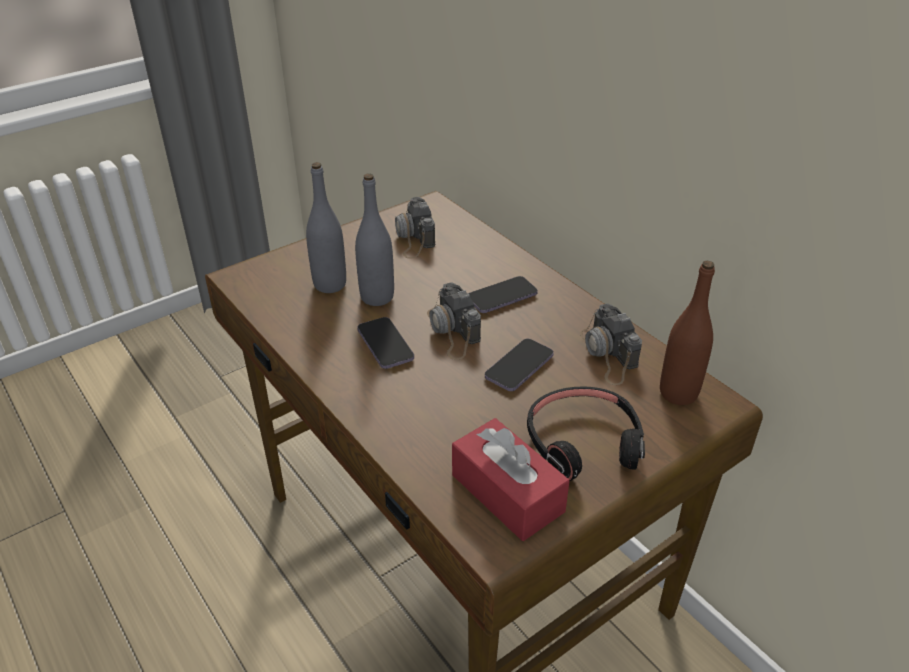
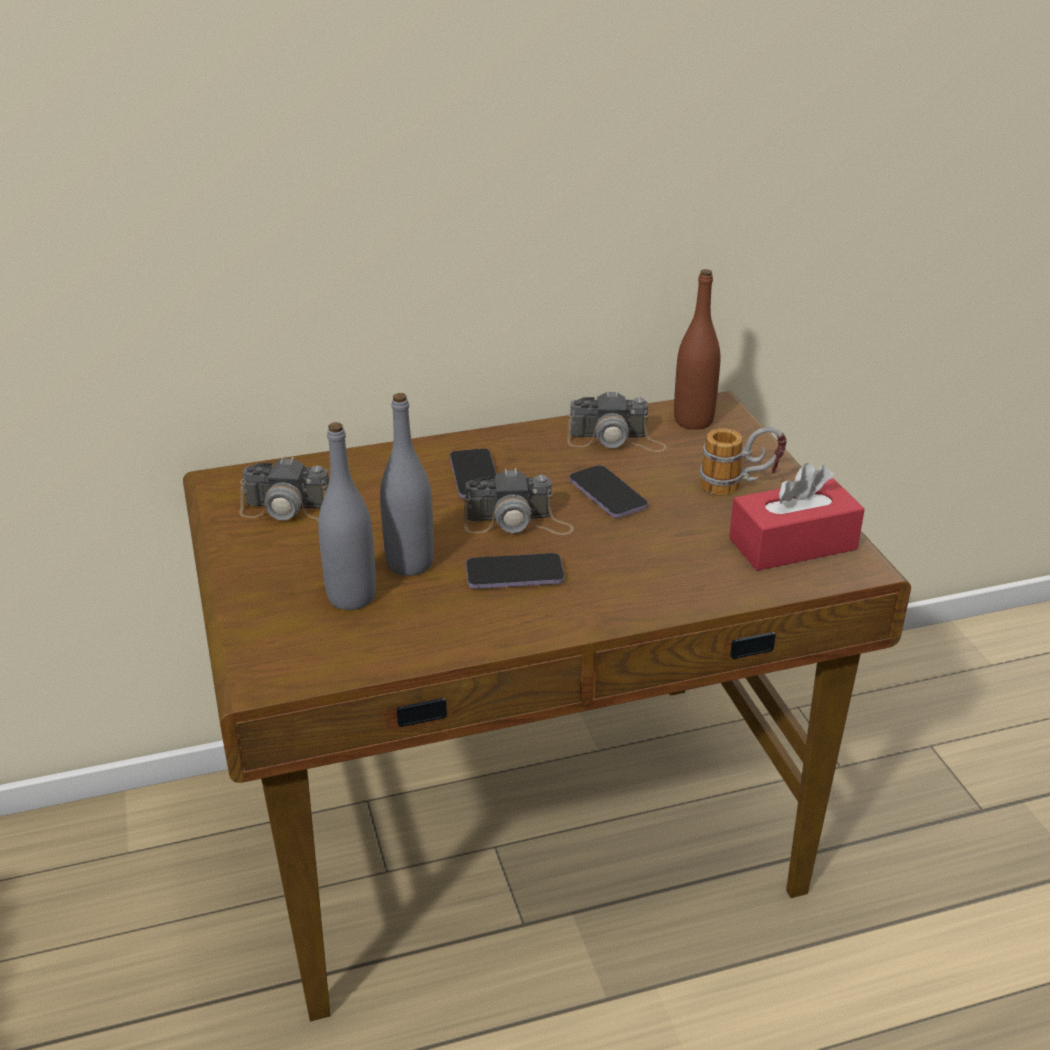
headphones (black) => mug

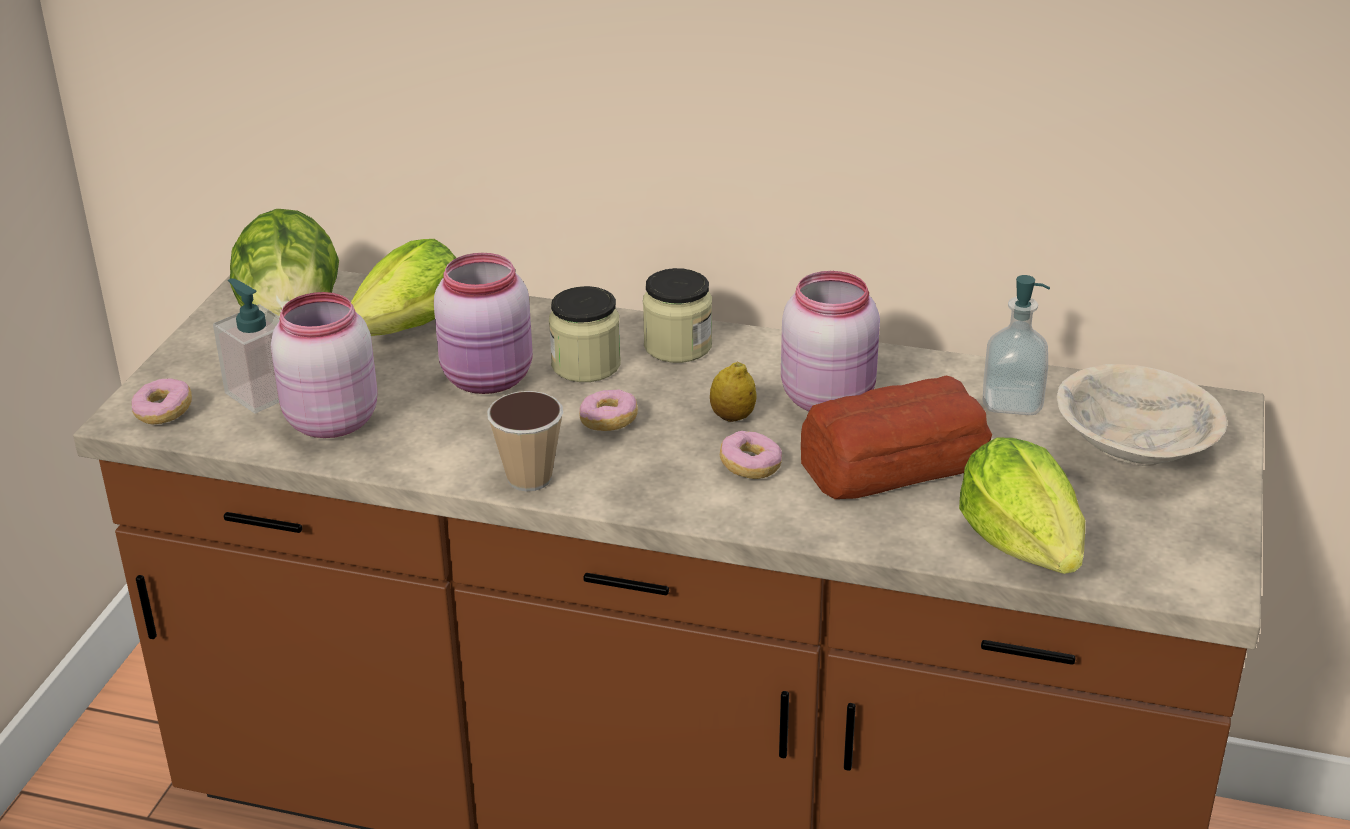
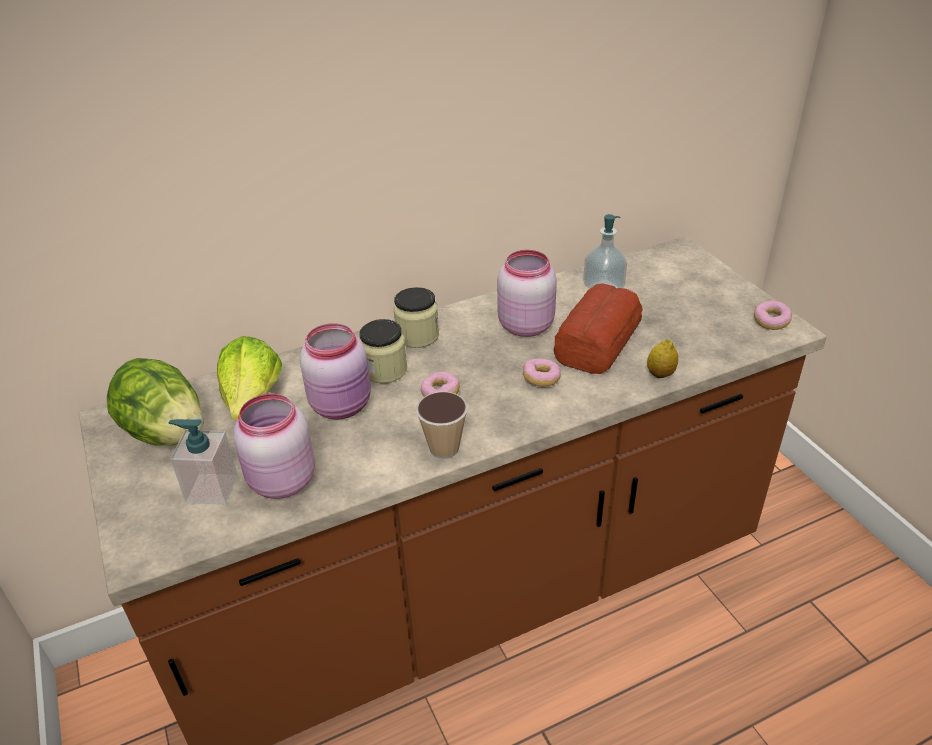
lemon, shifted
bowl (beige) => nothing
donut (no. 1 from left in the first image) => donut (no. 3 from left), shifted
lettuce (no. 3 from left) => nothing

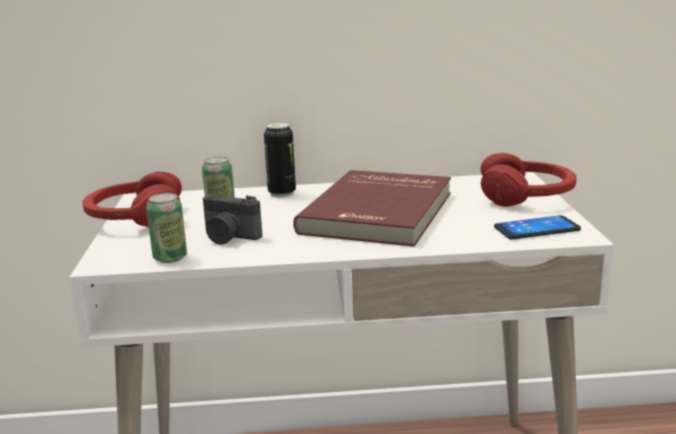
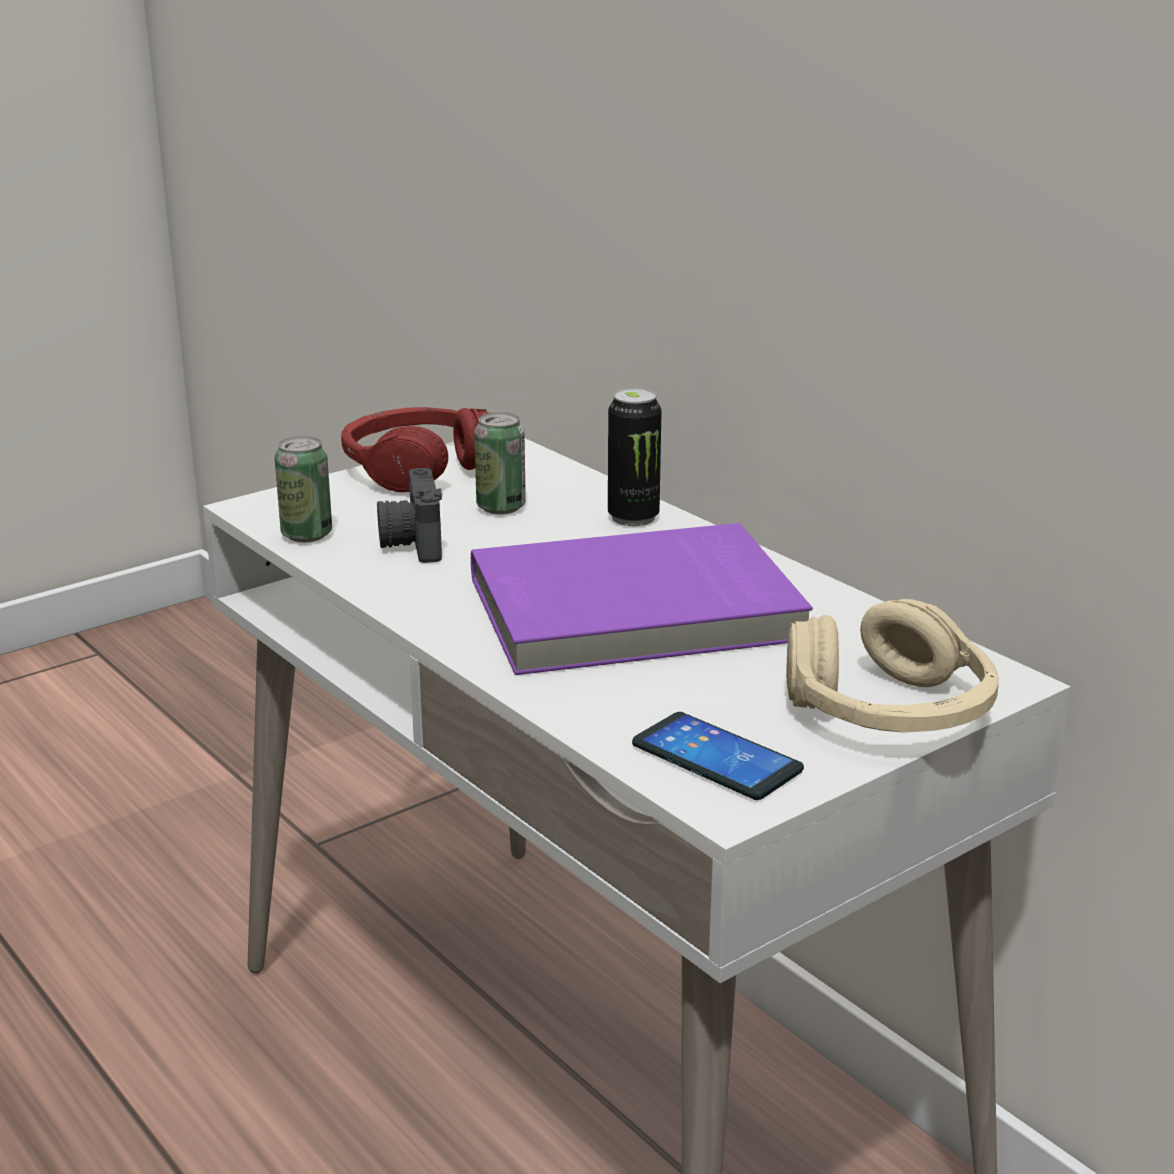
headphones (red) (no. 2 from left) => headphones (beige)
book (red) => book (purple)

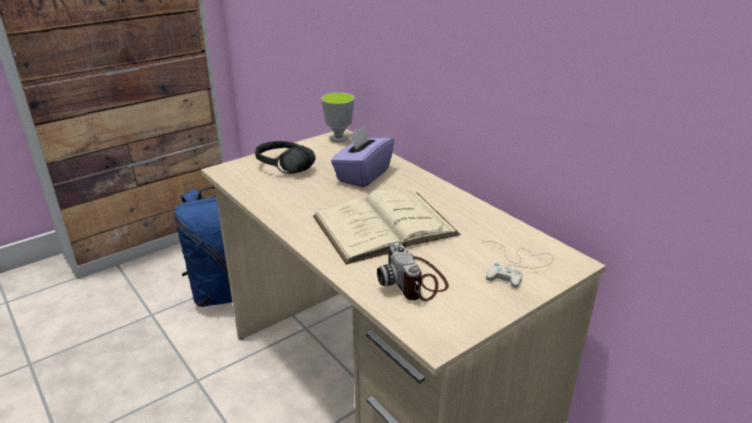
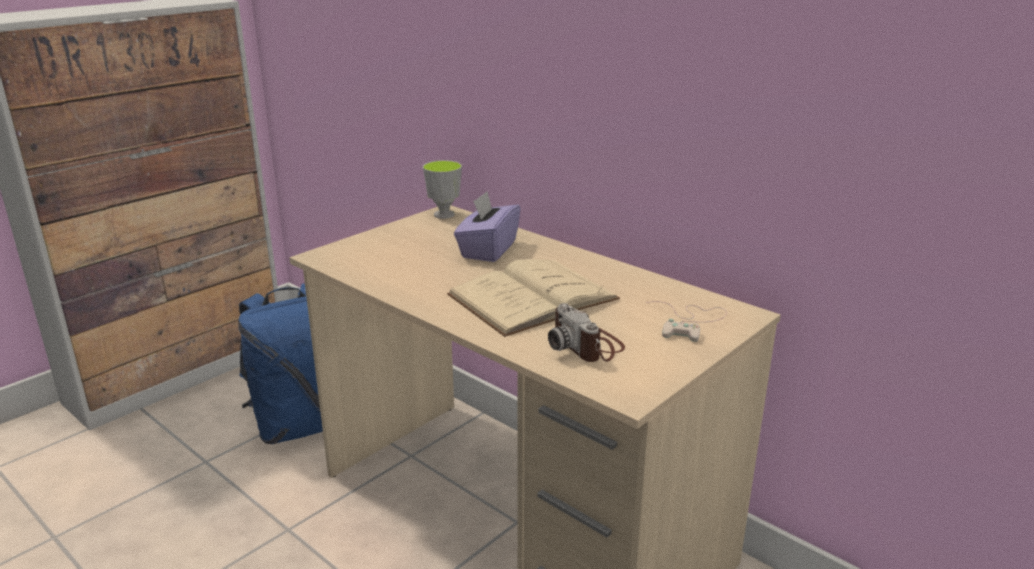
headphones (black) => nothing

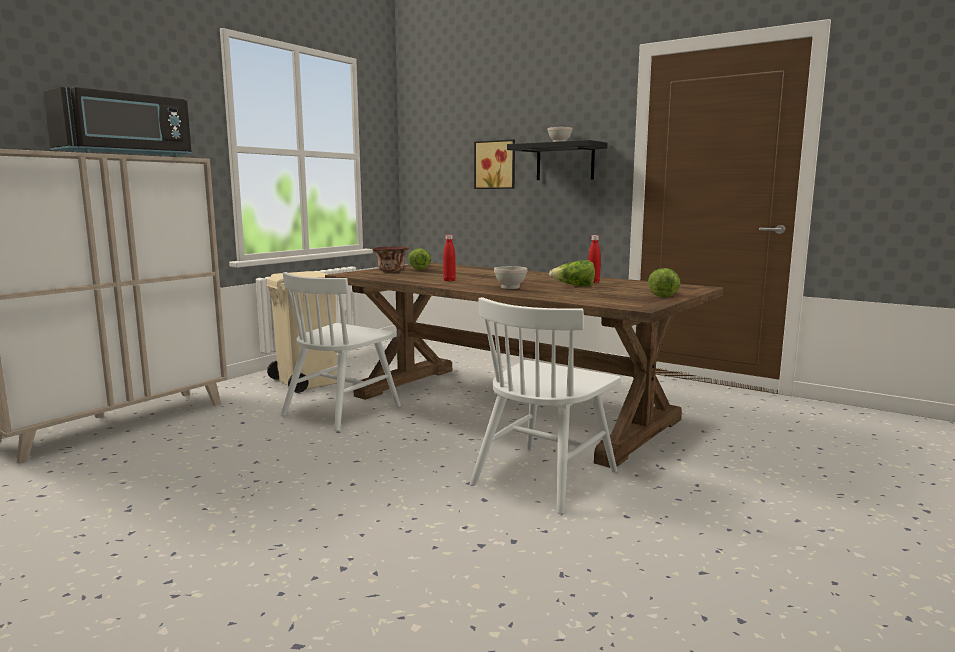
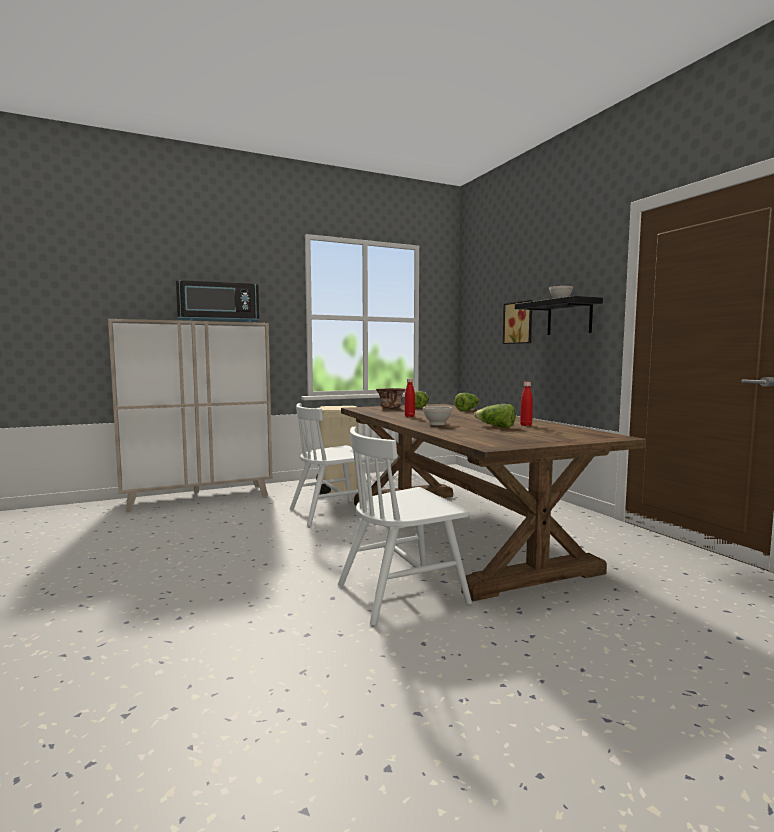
lettuce (no. 3 from left in the first image) => lettuce (no. 2 from left), shifted

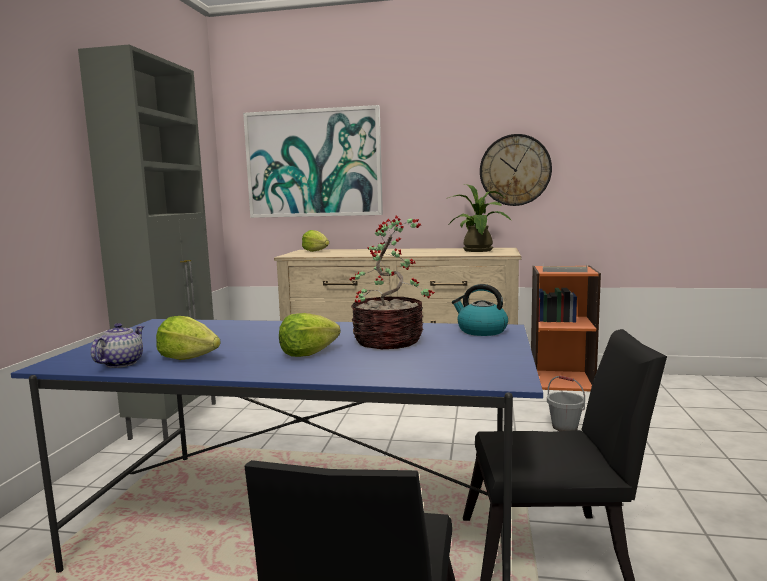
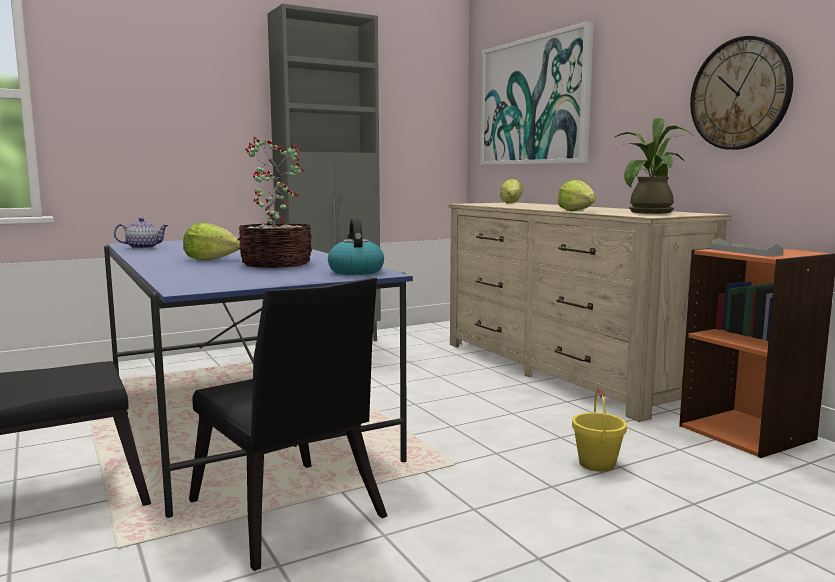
lettuce (no. 1 from left in the first image) => lettuce (no. 3 from left), shifted
bucket (grey) => bucket (yellow)

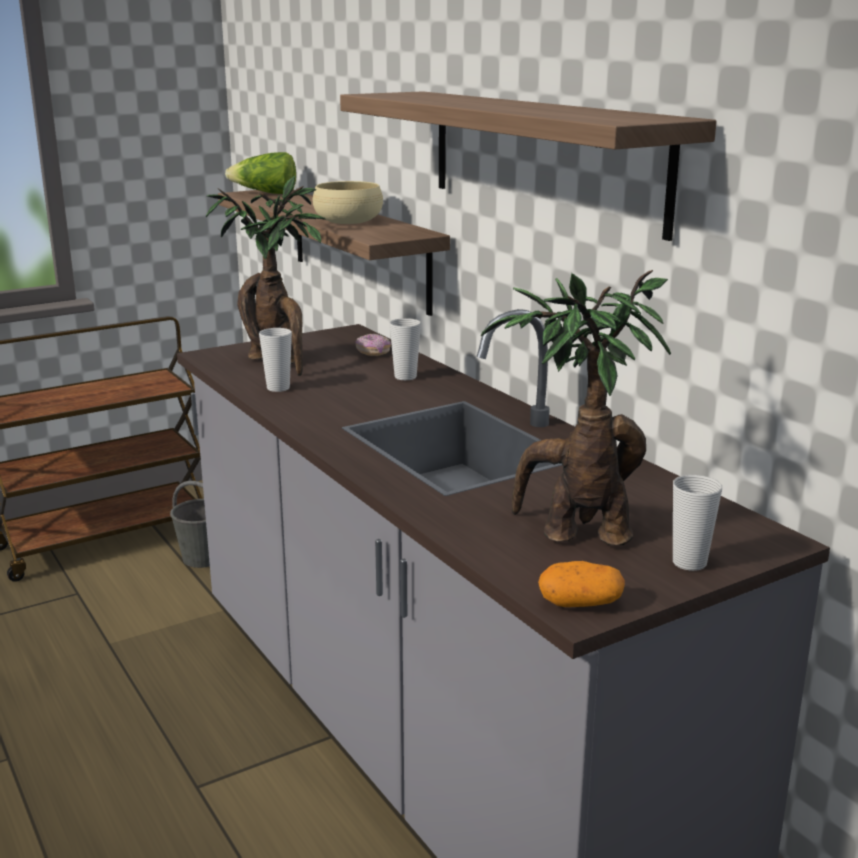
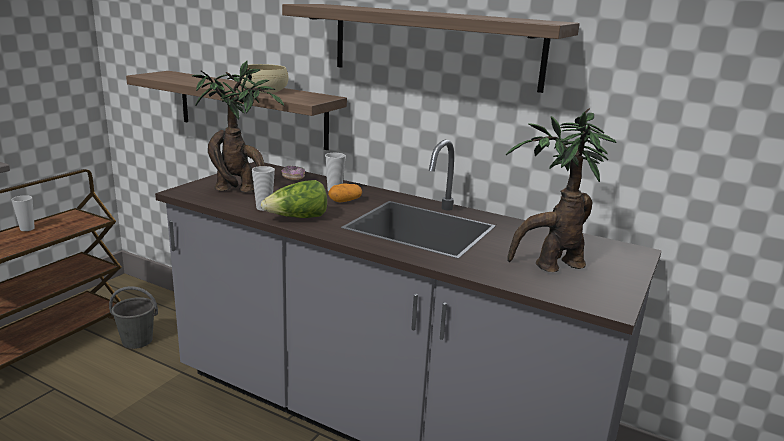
lettuce, shifted
cup (no. 3 from left in the first image) => cup (no. 1 from left), shifted
potato, shifted

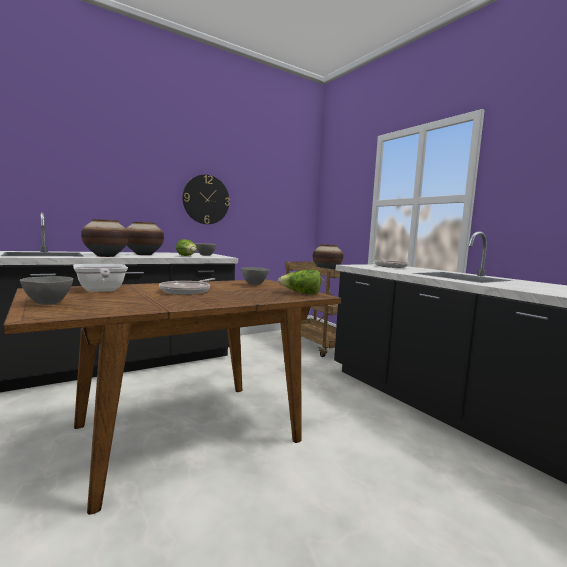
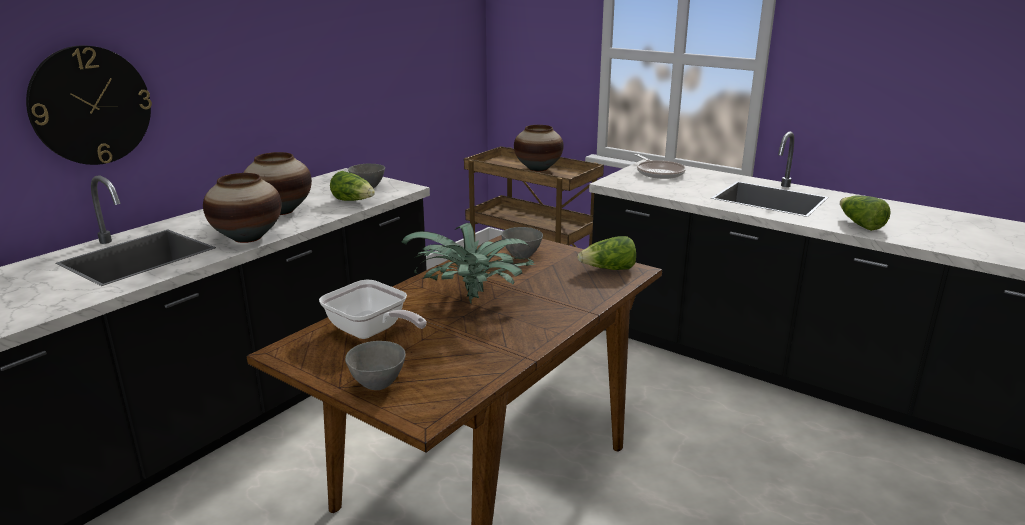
wall clock, shifted
frying pan (no. 2 from left) => potted plant
nothing => lettuce (no. 3 from left)

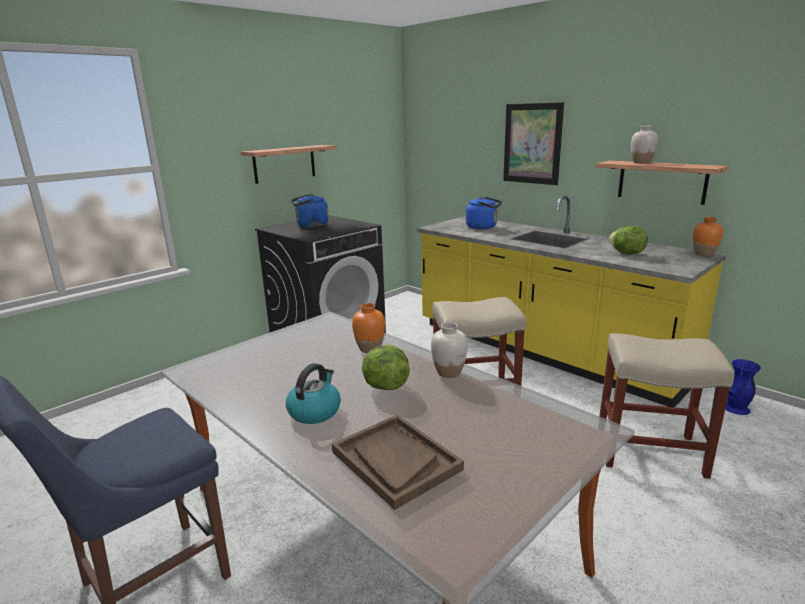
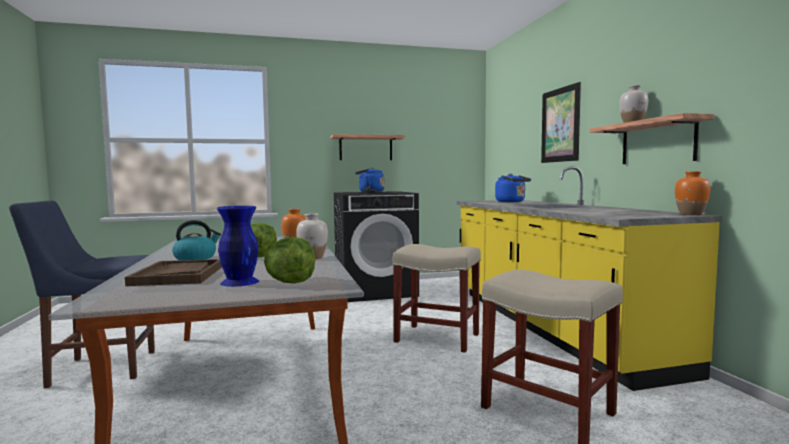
lettuce (no. 2 from left), shifted
vase (blue), shifted

